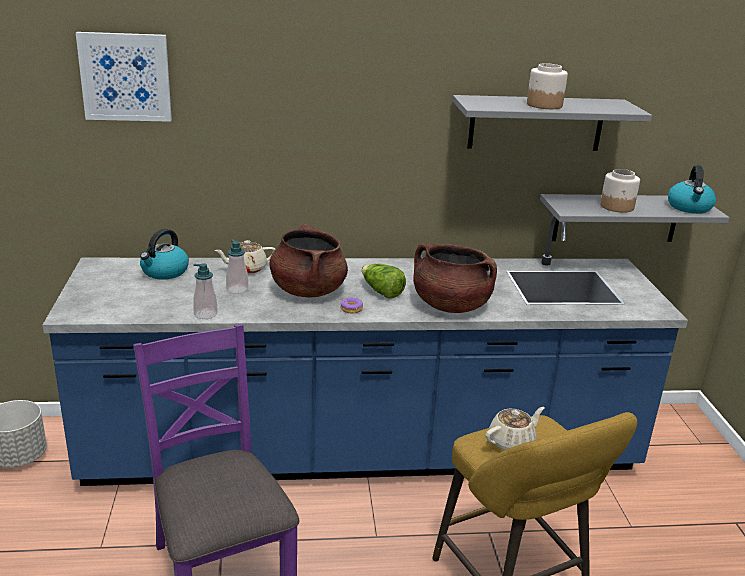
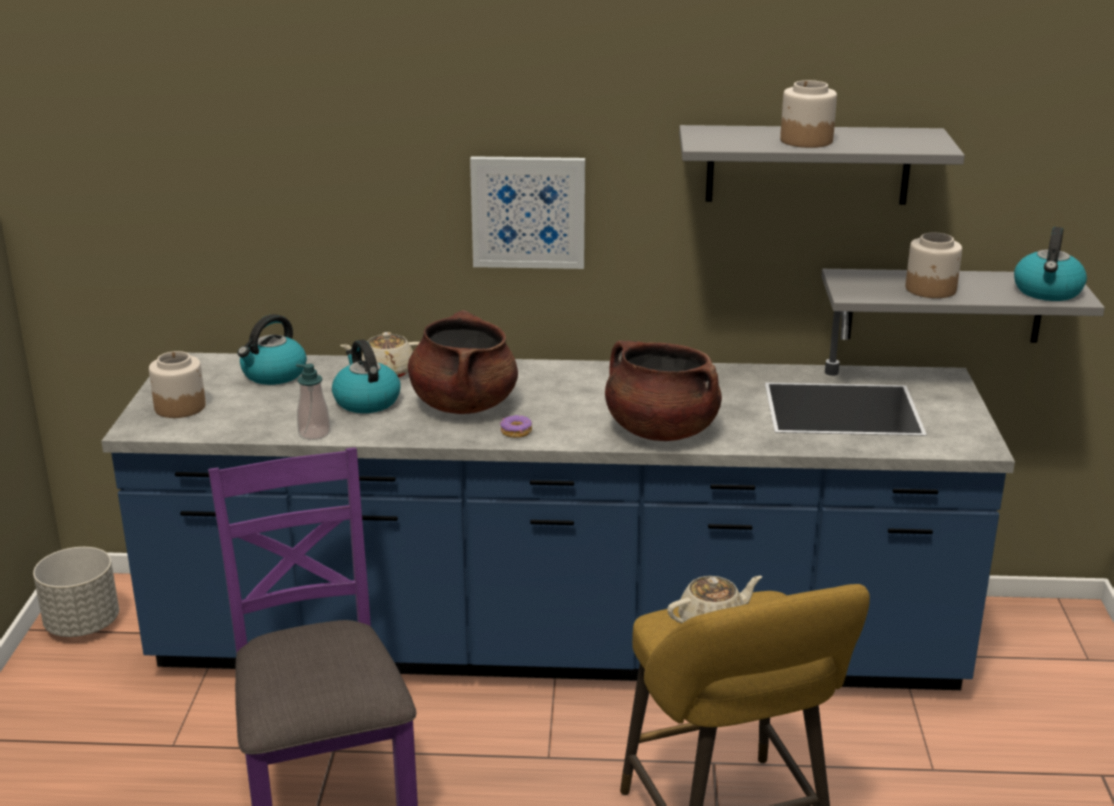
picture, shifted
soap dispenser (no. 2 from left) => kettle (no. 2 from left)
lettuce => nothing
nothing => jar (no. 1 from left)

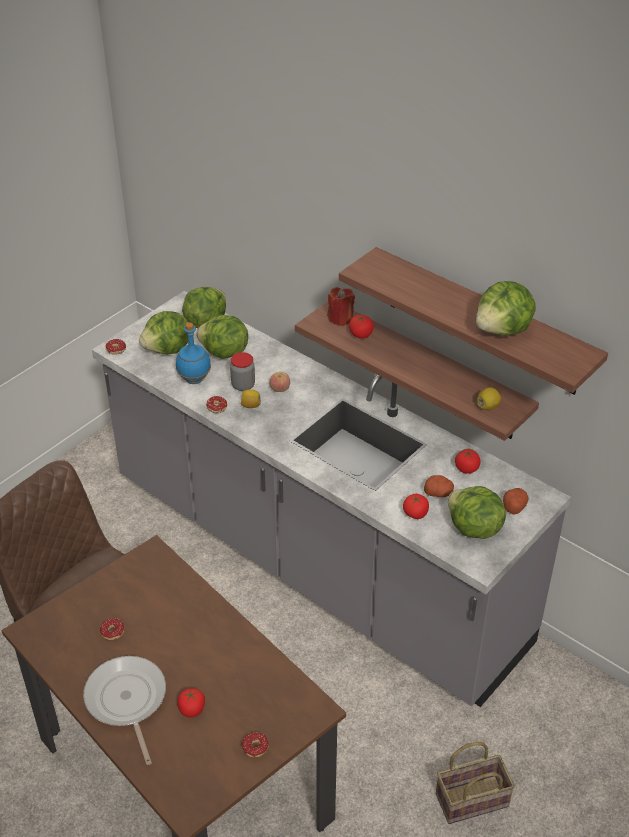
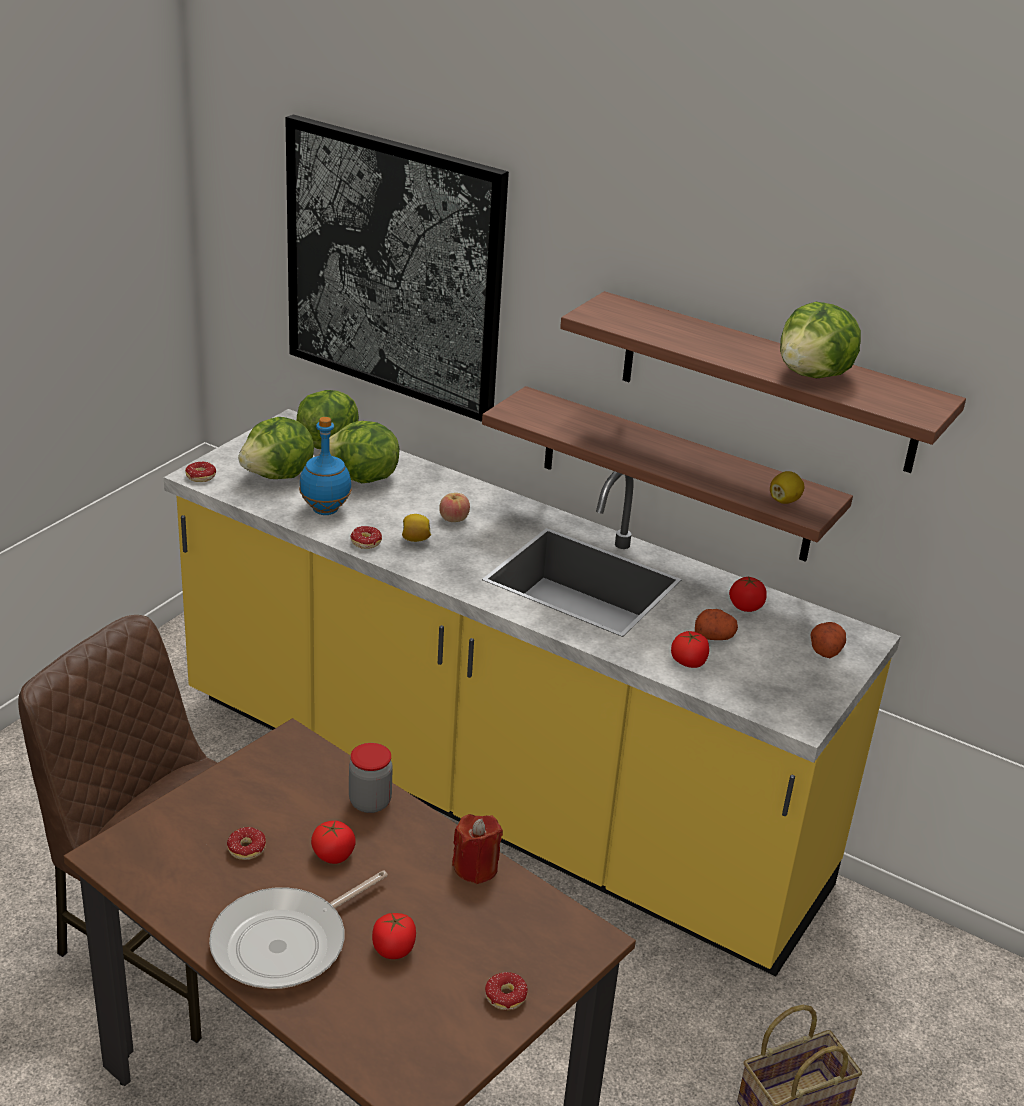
candle (red), shifted
counter (grey) => counter (yellow)
tomato (no. 2 from left in the first image) => tomato (no. 1 from left), shifted
jar, shifted
lettuce (no. 4 from left) => nothing
frying pan, 105 degrees counterclockwise
nothing => picture

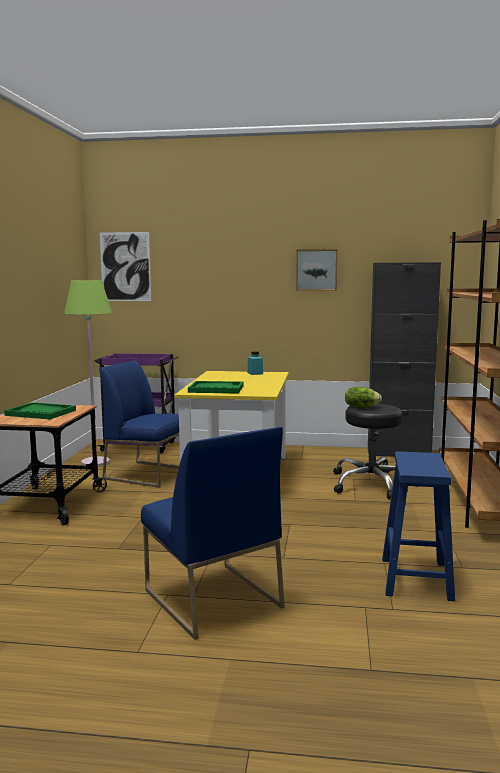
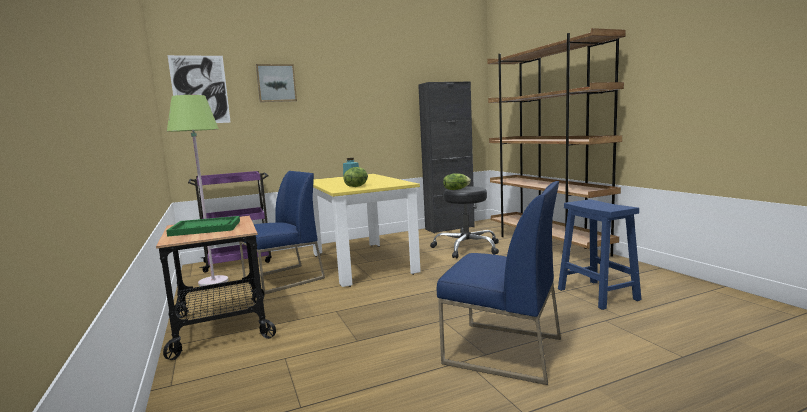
picture (no. 2 from left), shifted
chair (blue) (no. 1 from left), 150 degrees clockwise
tray (green) (no. 2 from left) => lettuce (no. 1 from left)

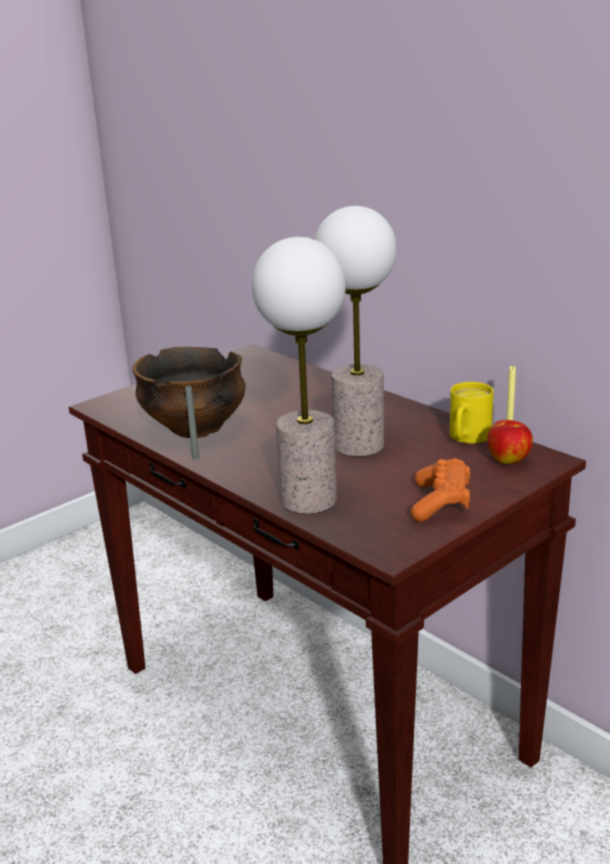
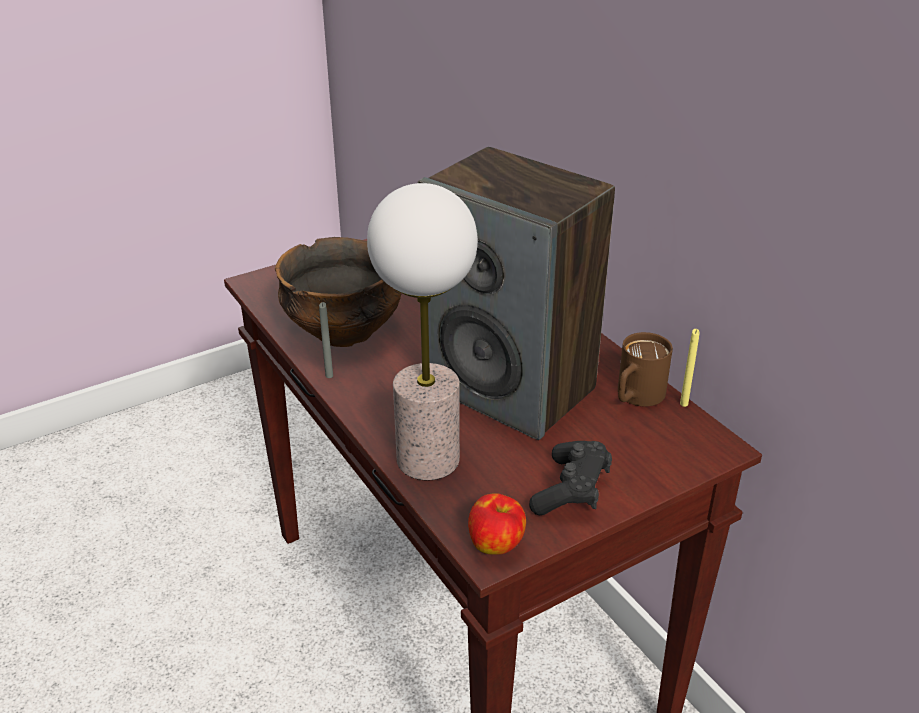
table lamp (no. 2 from left) => speaker
mug (yellow) => mug (brown)
apple, shifted
game controller (orange) => game controller (black)

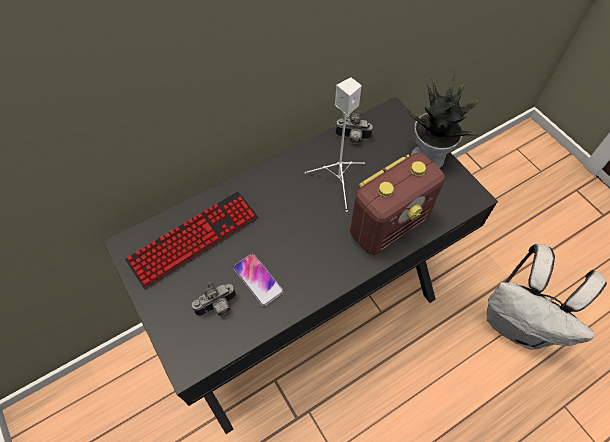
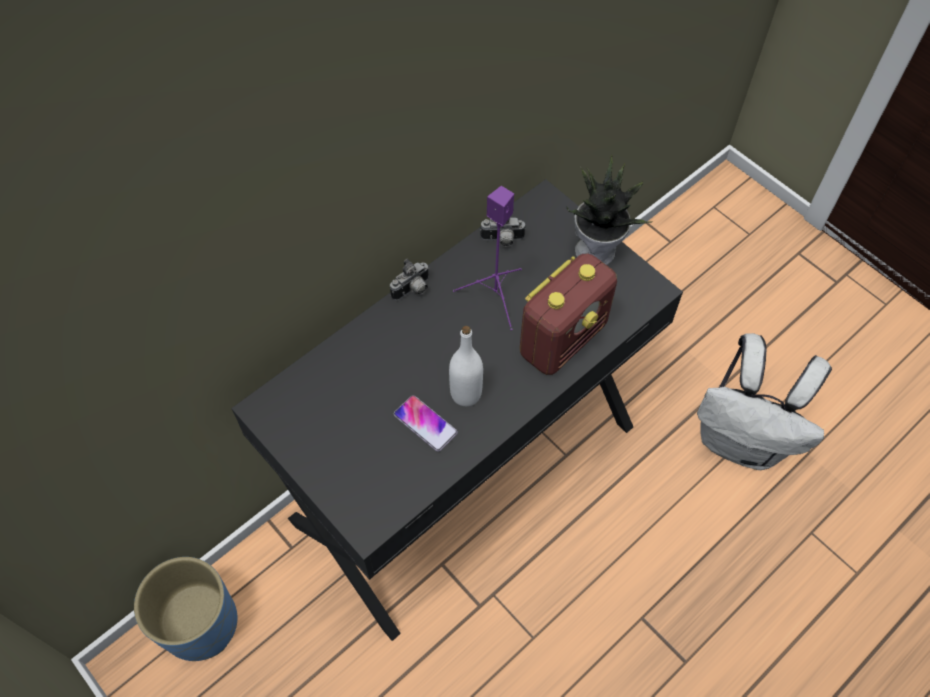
speaker (white) => speaker (purple)
keyboard => nothing
photo camera (no. 1 from left), shifted
nothing => bottle (white)
nothing => planter (blue)

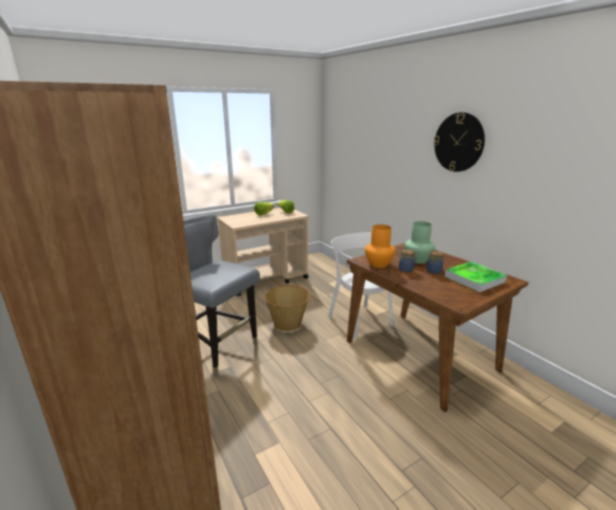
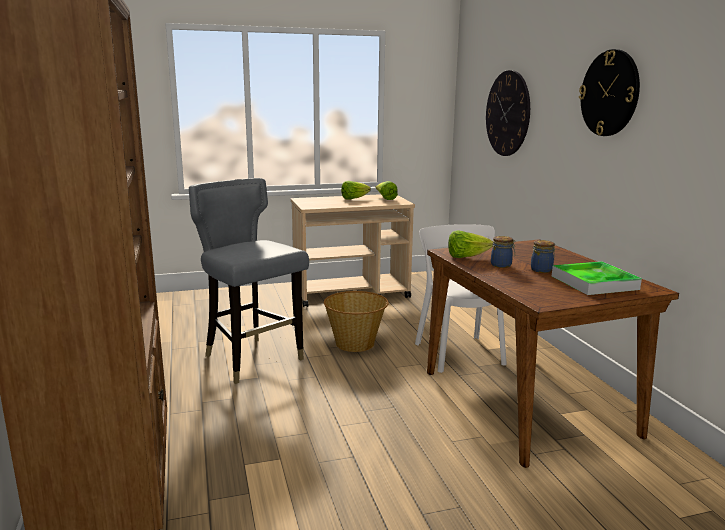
vase (green) => nothing
vase (orange) => lettuce (no. 3 from left)
nothing => wall clock (no. 1 from left)

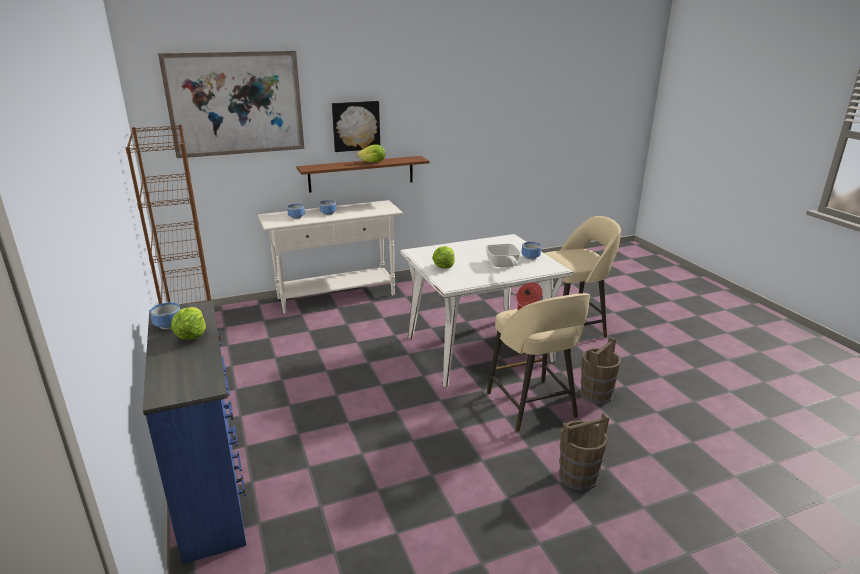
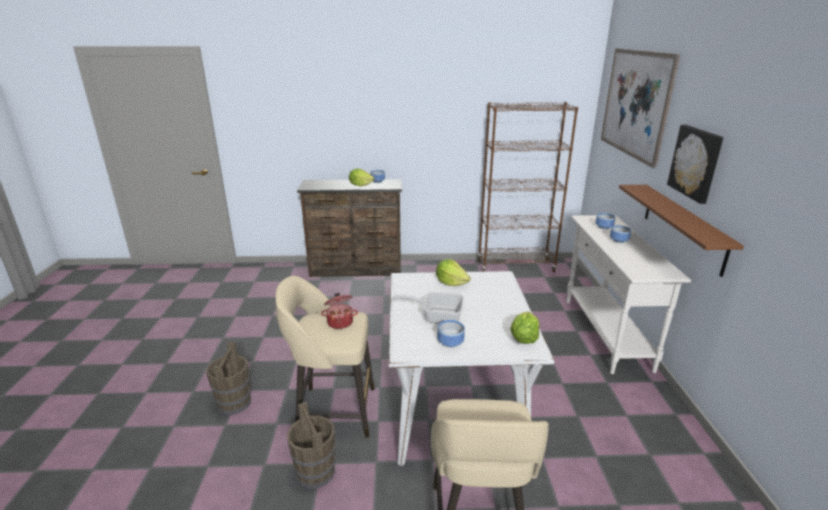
lettuce (no. 2 from left in the first image) => lettuce (no. 3 from left), shifted
dresser (blue) => dresser (brown)

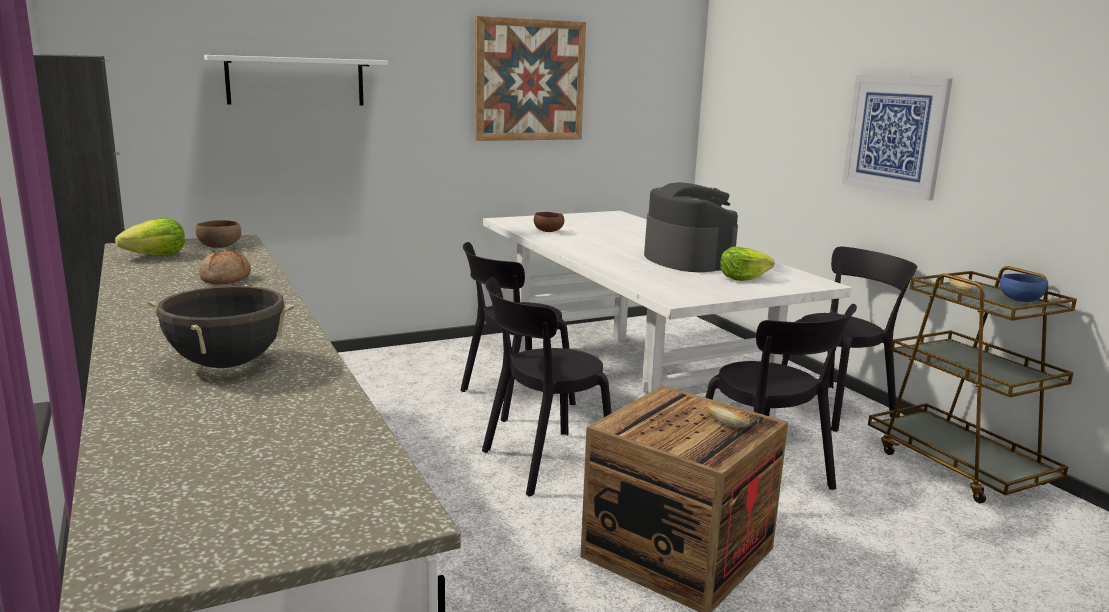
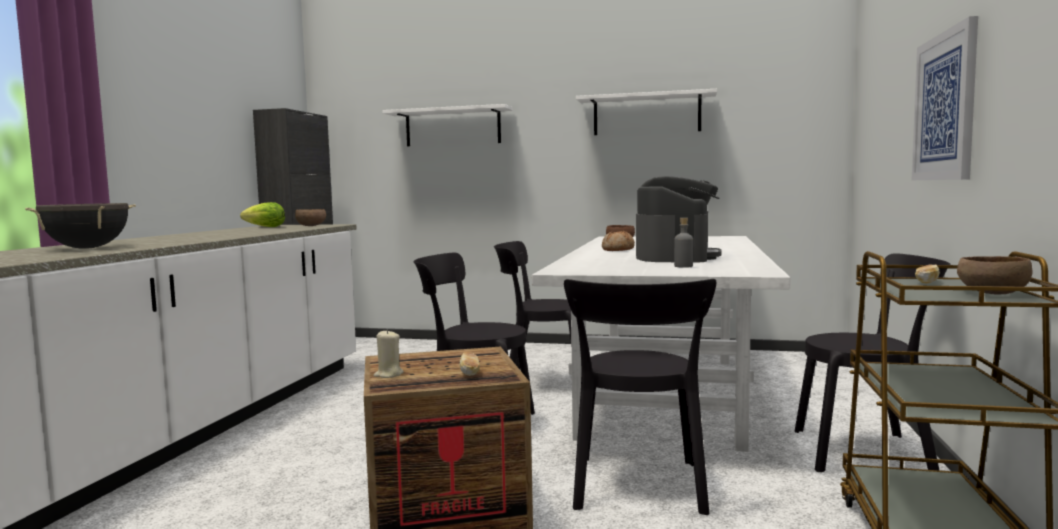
picture (no. 1 from left) => shelf (white) (no. 2 from left)
lettuce (no. 2 from left) => bottle (grey)
bread (no. 1 from left in the first image) => bread (no. 2 from left), shifted
bowl (blue) => bowl (brown) (no. 3 from left)
nothing => candle (beige)

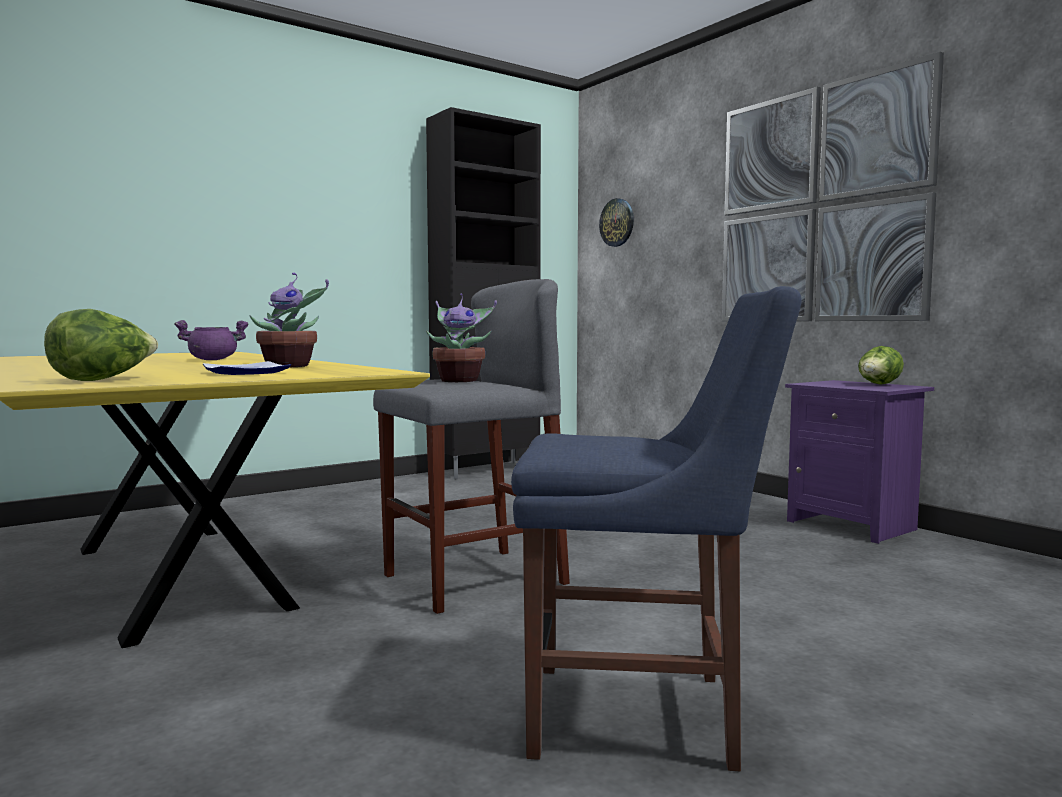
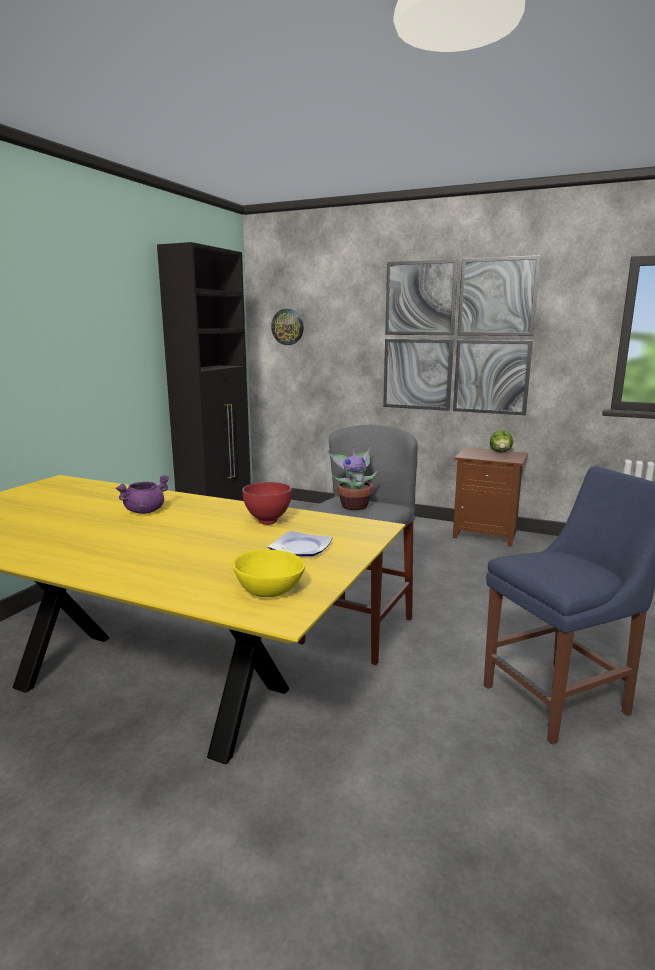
potted plant (no. 1 from left) => bowl (red)
lettuce (no. 1 from left) => bowl (yellow)
nightstand (purple) => nightstand (brown)

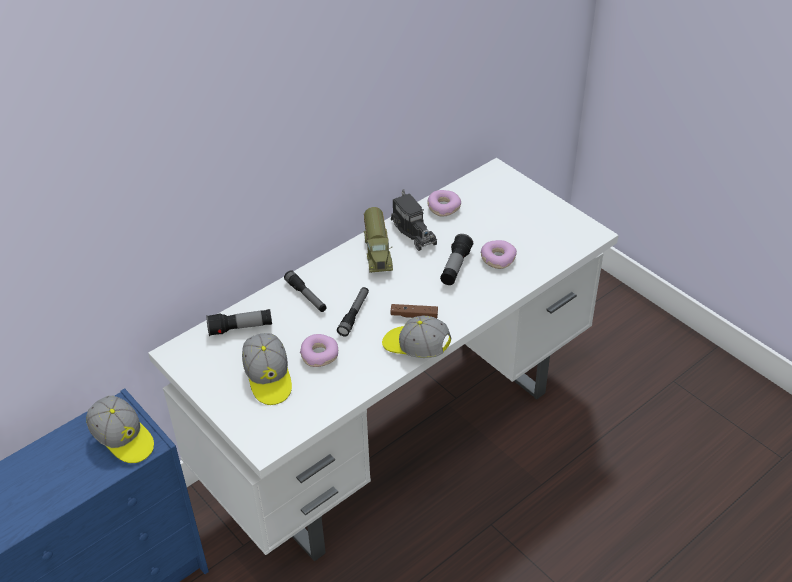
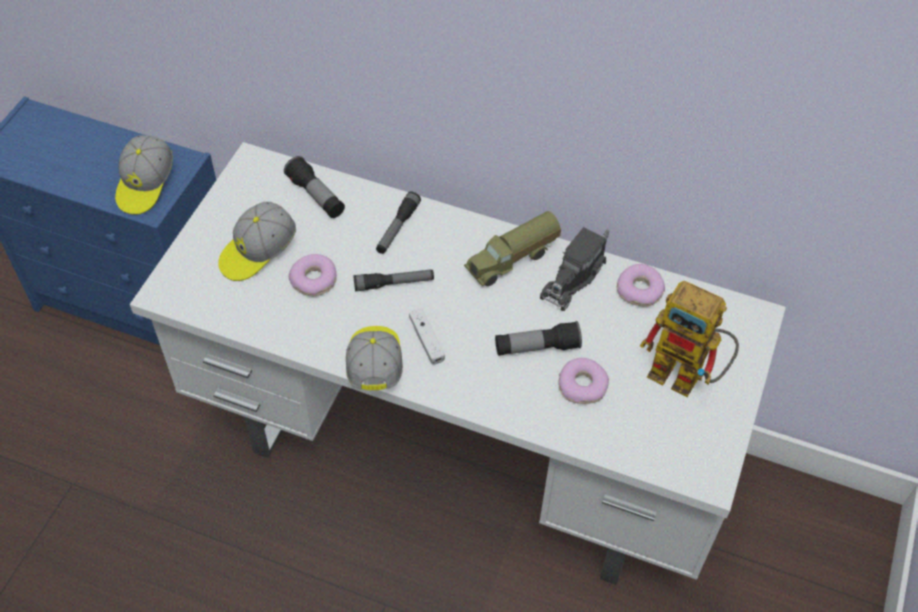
game controller (brown) => game controller (white)
nothing => toy robot

